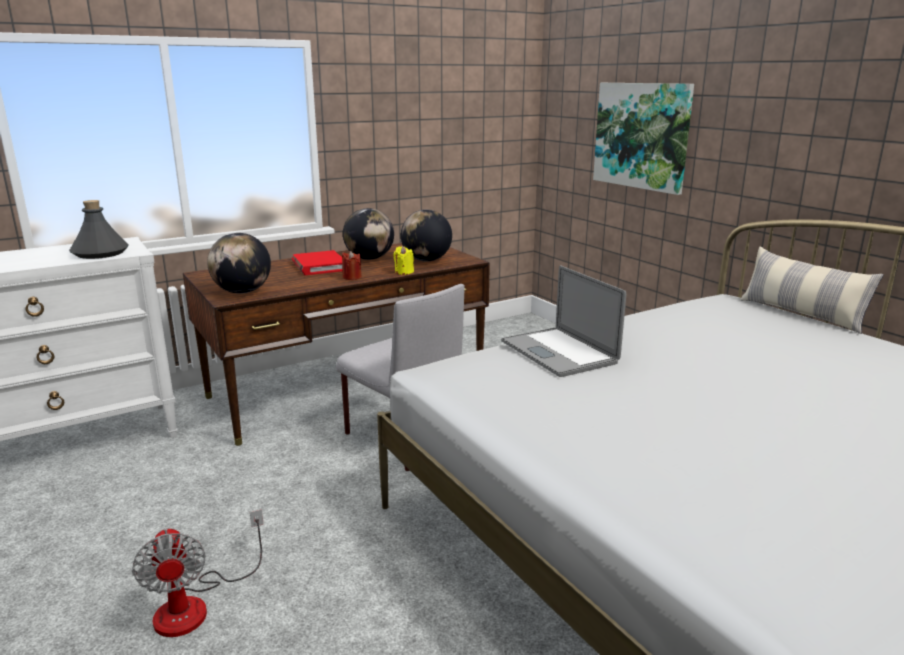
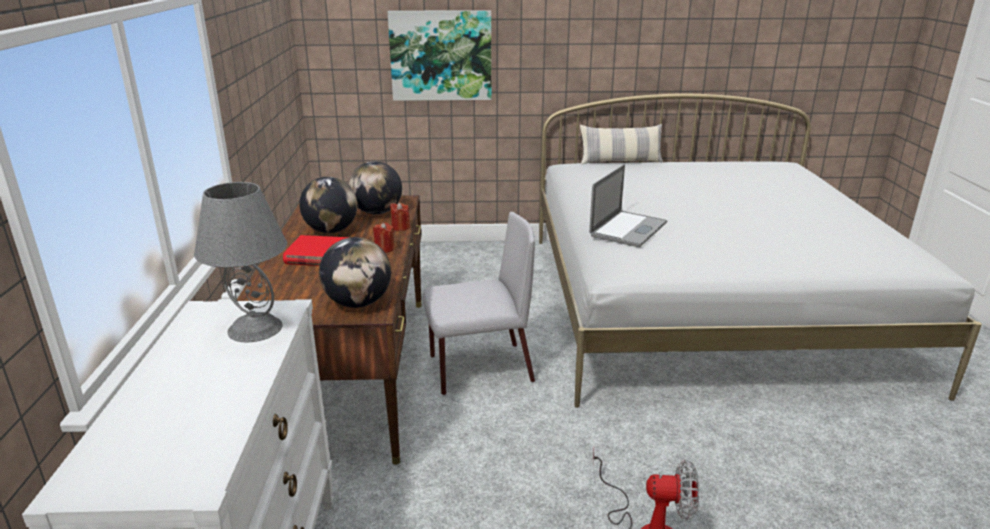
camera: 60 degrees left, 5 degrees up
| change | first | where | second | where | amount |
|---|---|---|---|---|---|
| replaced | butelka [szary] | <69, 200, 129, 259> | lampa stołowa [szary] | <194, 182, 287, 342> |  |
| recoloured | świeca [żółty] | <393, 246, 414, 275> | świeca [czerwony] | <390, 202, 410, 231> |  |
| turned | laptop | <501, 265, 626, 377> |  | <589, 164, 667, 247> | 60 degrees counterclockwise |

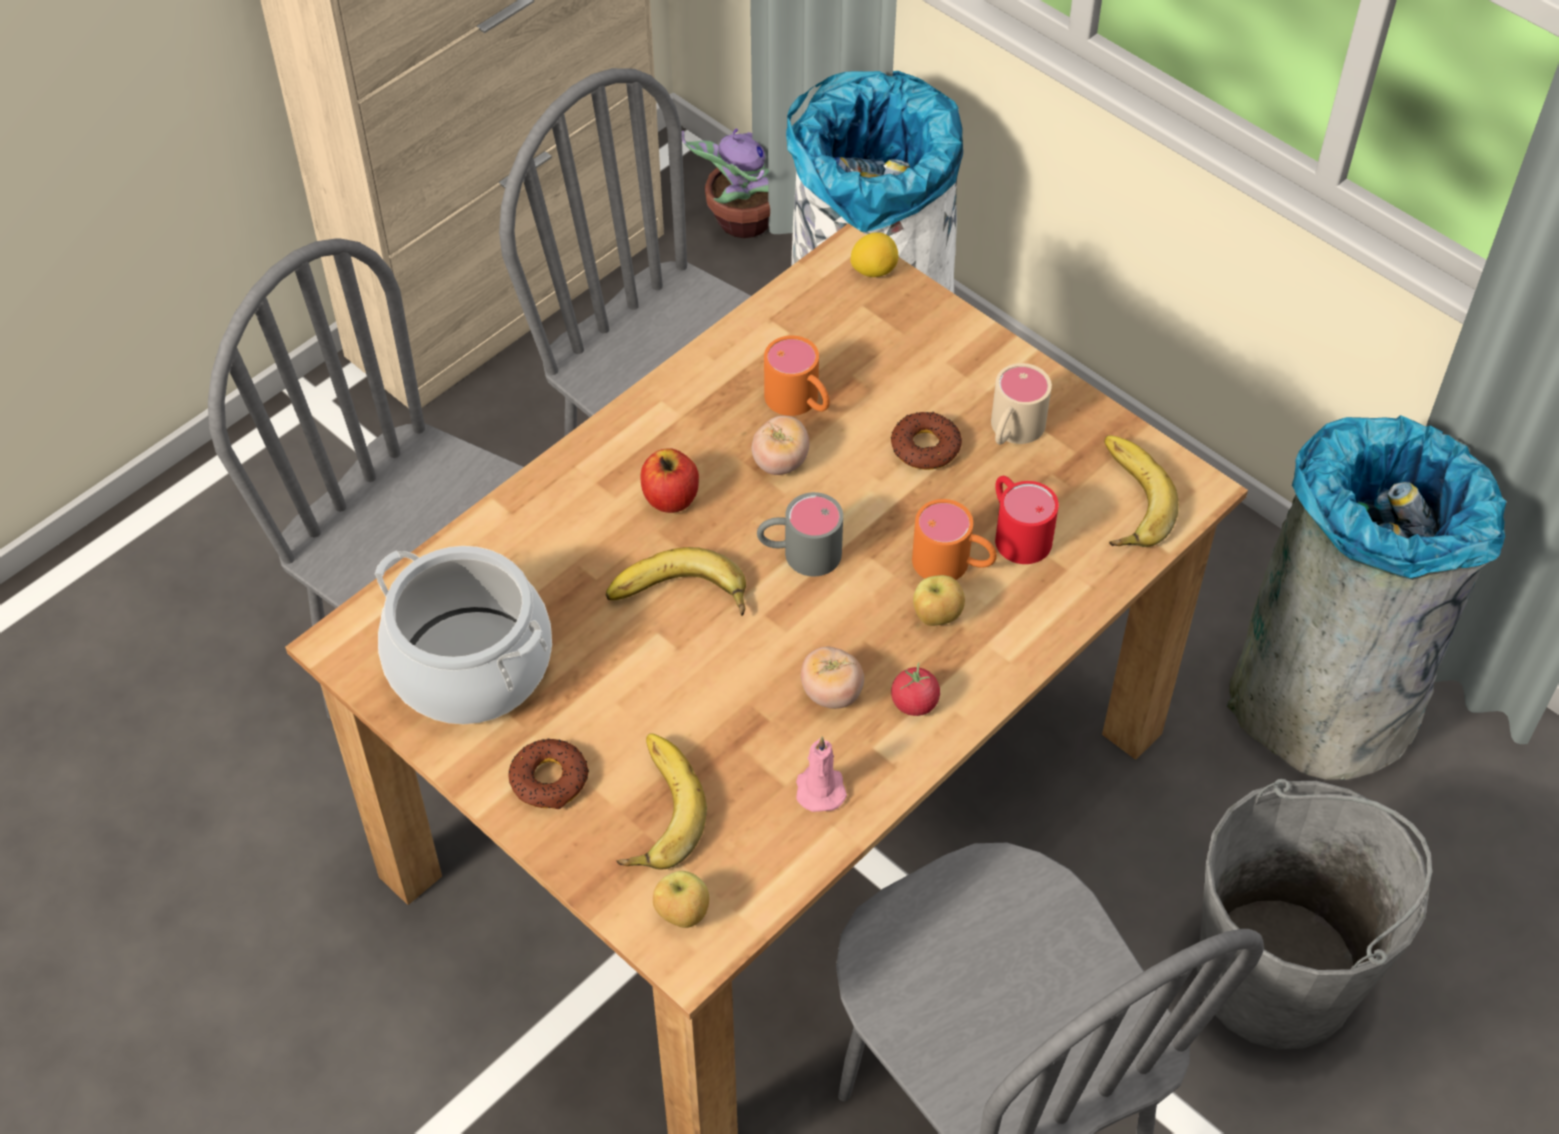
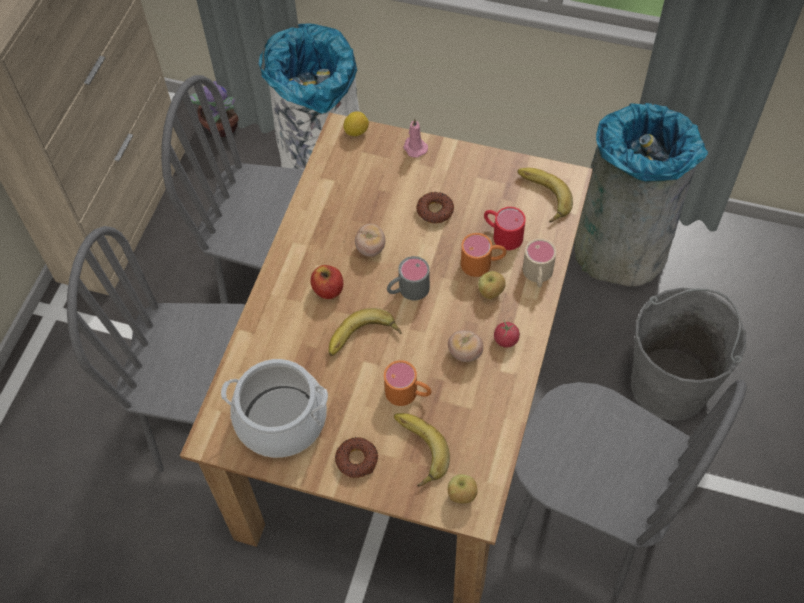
camera: 25 degrees left, 5 degrees up
| change | first | where | second | where | amount |
|---|---|---|---|---|---|
| moved | kubek [pomarańczowy] | <764, 336, 830, 416> |  | <384, 360, 431, 406> |  |
| moved | świeca [różowy] | <796, 736, 847, 812> |  | <403, 118, 428, 158> |  |
| moved | kubek [beżowy] | <991, 363, 1052, 445> |  | <523, 239, 556, 288> |  |

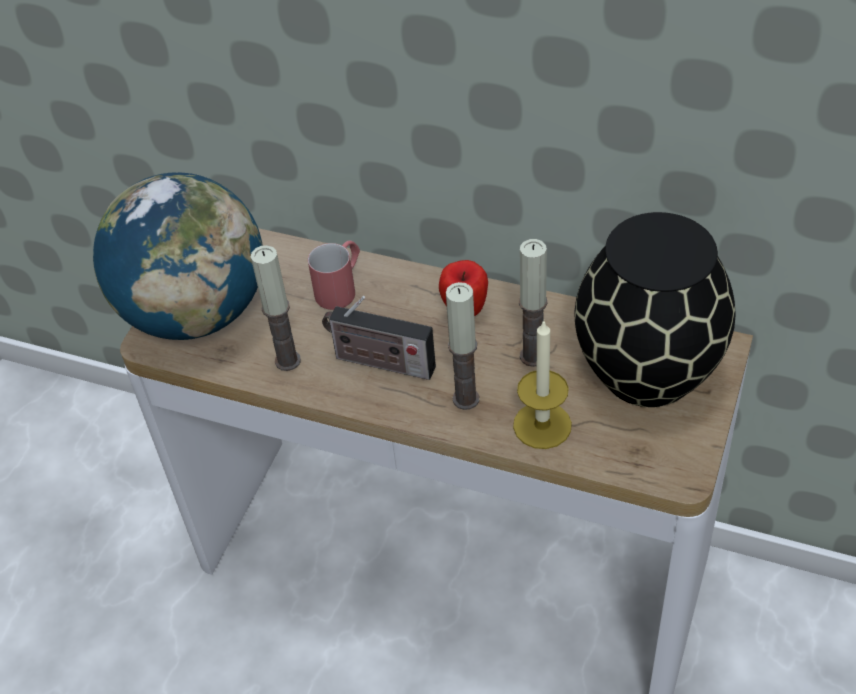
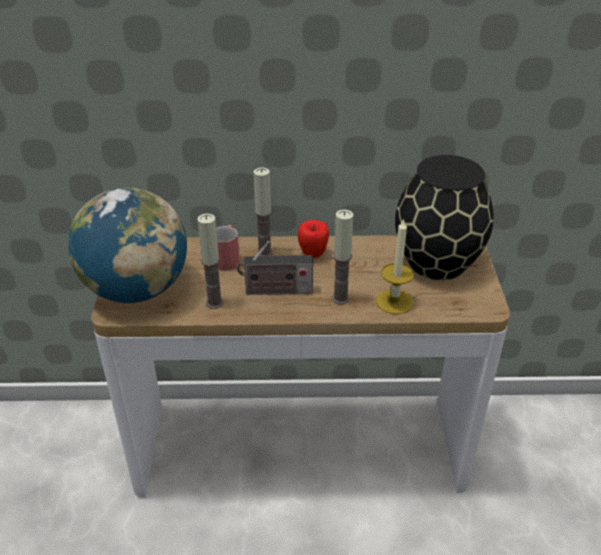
camera: 25 degrees left, 10 degrees down
| change | first | where | second | where | amount |
|---|---|---|---|---|---|
| moved | świeca | <519, 239, 548, 367> |  | <253, 167, 273, 256> |  |

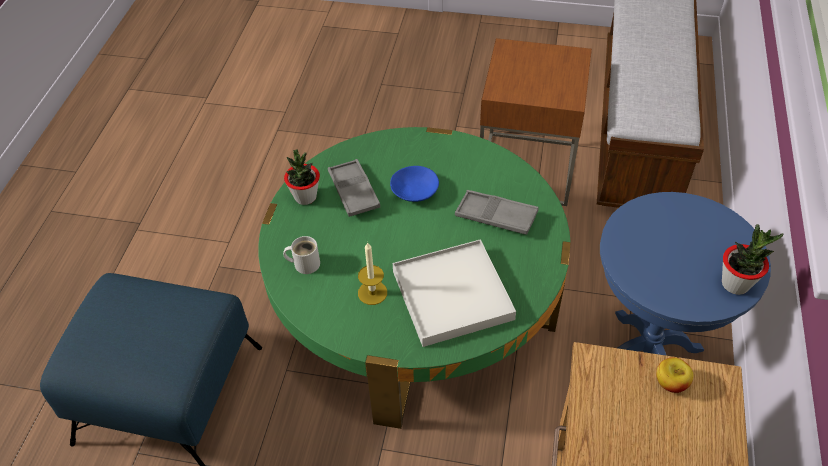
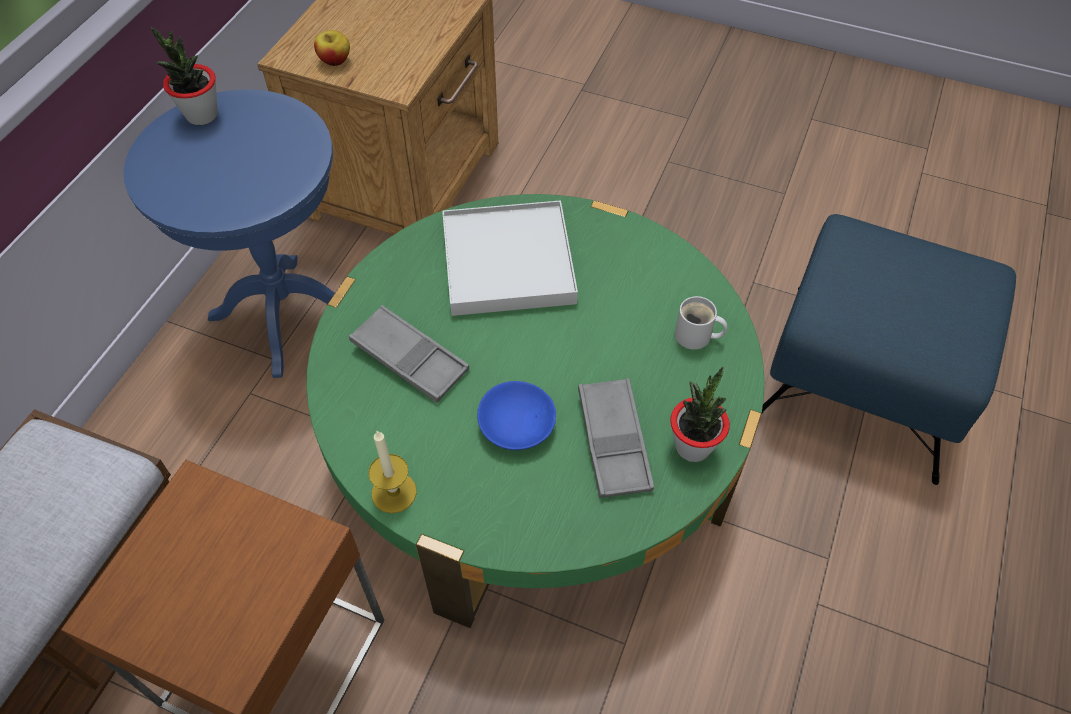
camera: 170 degrees left, 5 degrees up
| change | first | where | second | where | amount |
|---|---|---|---|---|---|
| moved | świeca | <358, 242, 387, 305> |  | <368, 431, 417, 513> |  |

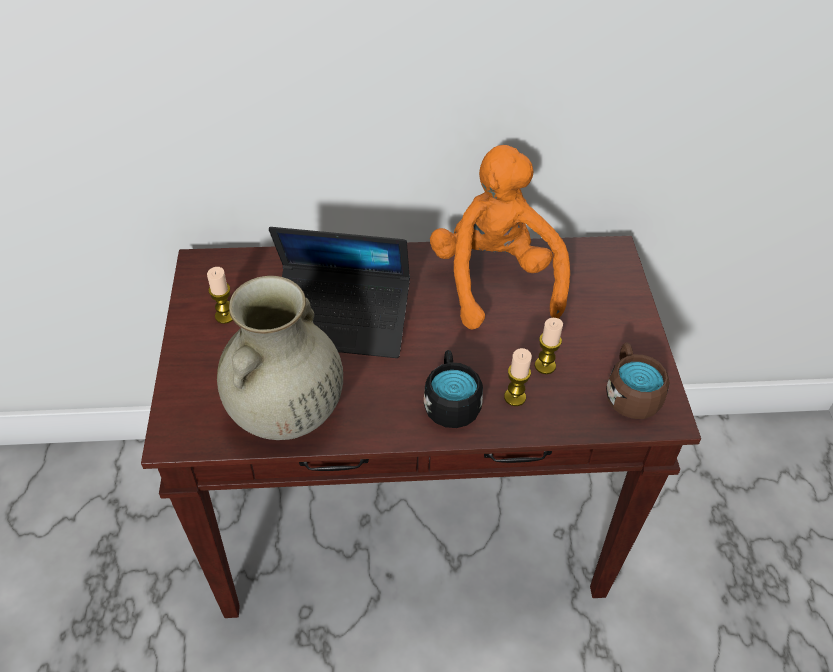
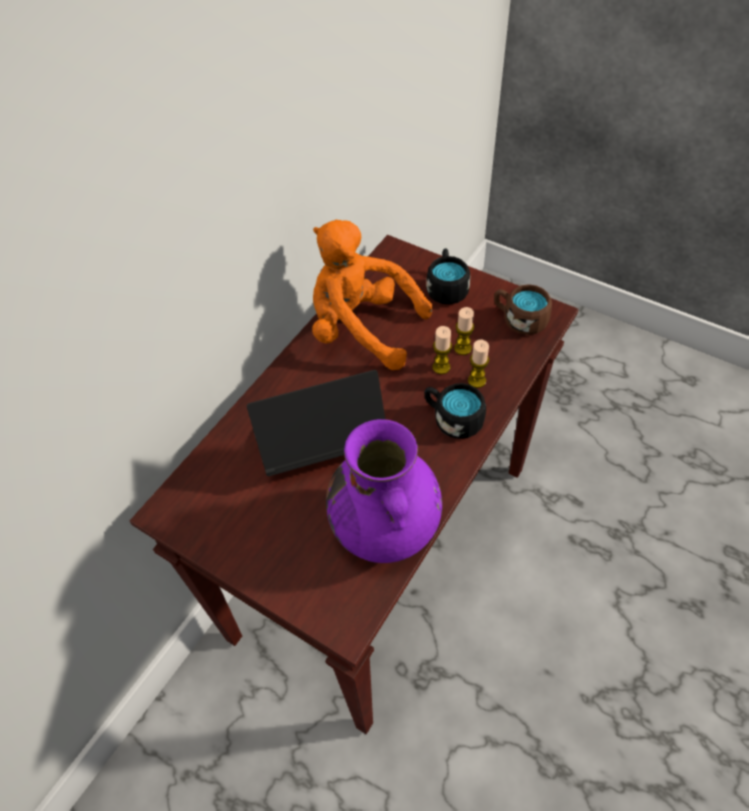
camera: 50 degrees left, 5 degrees up
| change | first | where | second | where | amount |
|---|---|---|---|---|---|
| added |  |  | kubek [czarny] | <426, 248, 470, 304> |  |
| moved | świeca | <207, 267, 233, 324> |  | <432, 326, 452, 374> |  |
| recoloured | wazon [beżowy] | <217, 276, 343, 440> | wazon [fioletowy] | <326, 419, 442, 563> |  |
| turned | laptop | <269, 227, 410, 358> |  | <247, 370, 385, 476> | 150 degrees counterclockwise |

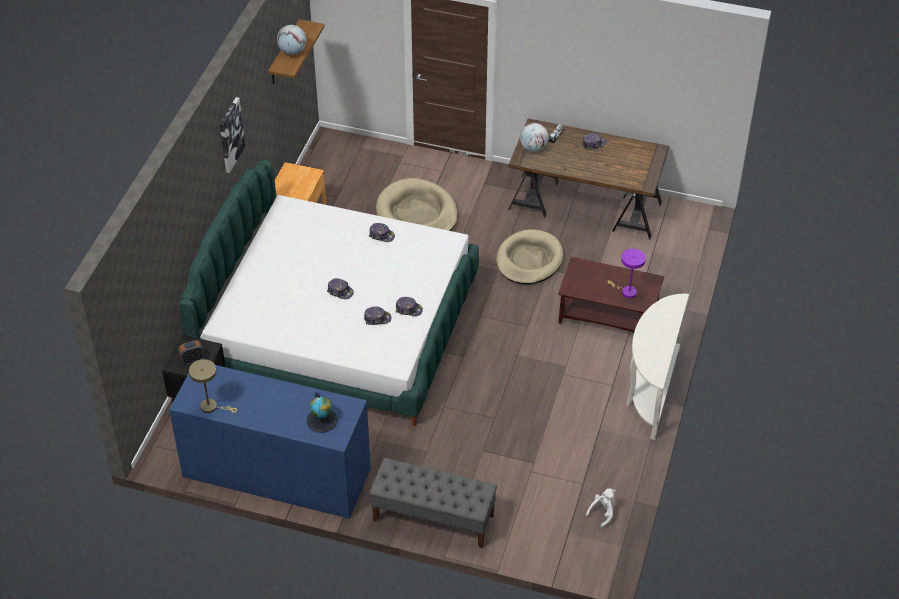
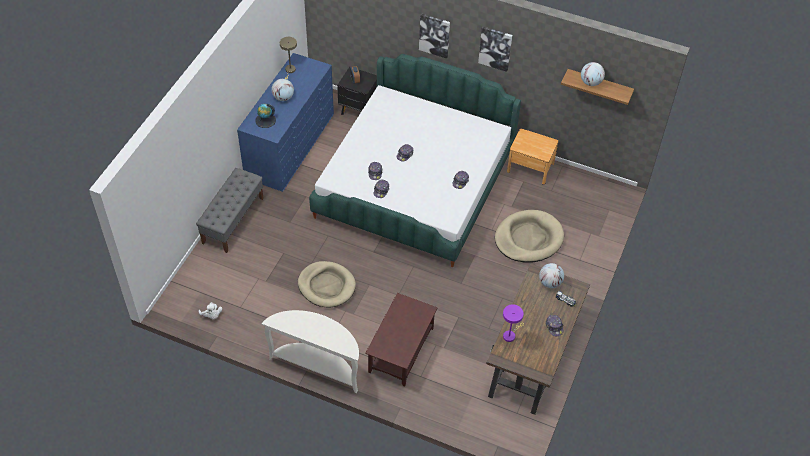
camera: 95 degrees right, 5 degrees up
| change | first | where | second | where | amount |
|---|---|---|---|---|---|
| added |  |  | globus | <271, 79, 294, 101> |  |
| added |  |  | obraz | <419, 14, 450, 59> |  |
| moved | legowisko [beżowy] | <496, 230, 563, 285> |  | <298, 261, 356, 307> |  |
| moved | lampa stołowa [fioletowy] | <607, 249, 646, 298> |  | <503, 304, 524, 342> |  |

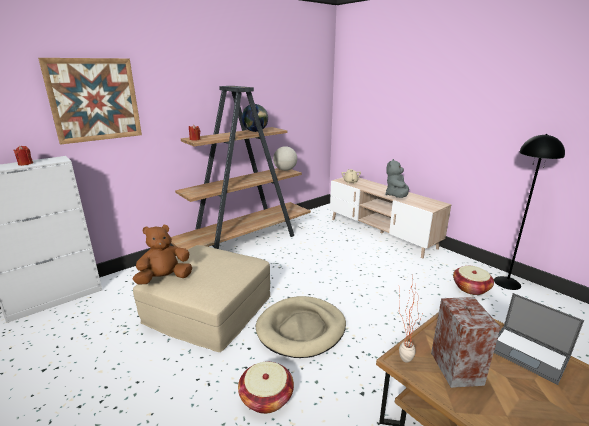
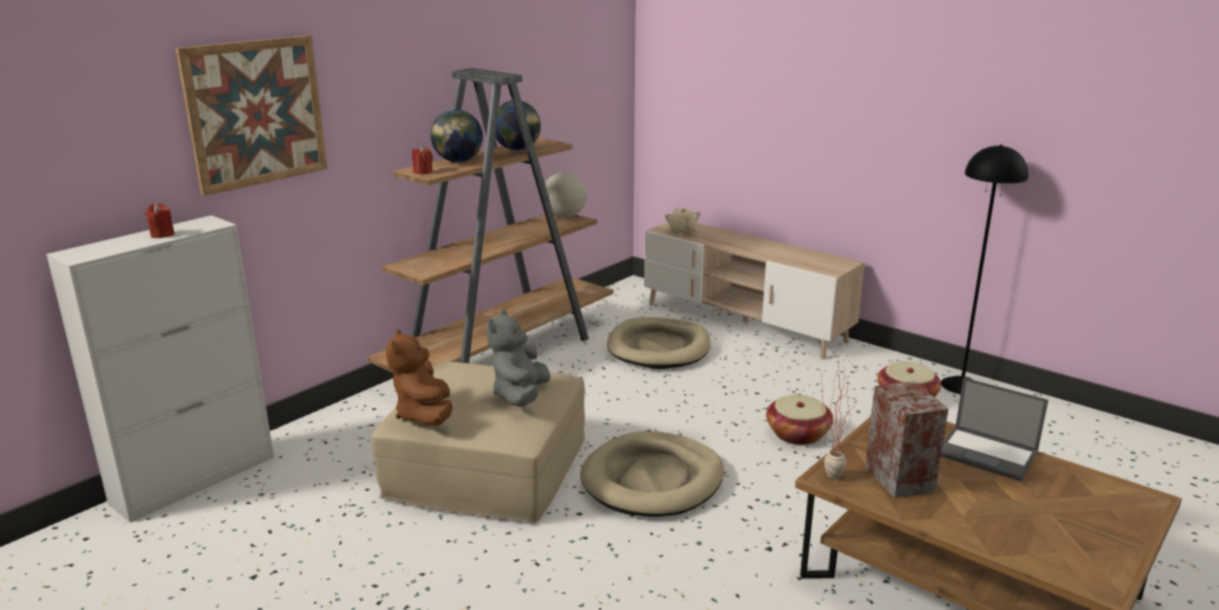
camera: 10 degrees left, 0 degrees up
| change | first | where | second | where | amount |
|---|---|---|---|---|---|
| added |  |  | globus | <431, 110, 483, 163> |  |
| added |  |  | legowisko [beżowy] | <607, 317, 711, 369> |  |
| moved | koszyk | <238, 362, 294, 414> |  | <766, 395, 833, 445> |  |
| moved | pluszak [szary] | <385, 159, 409, 198> |  | <486, 310, 551, 407> |  |
| turned | pluszak [brązowy] | <133, 225, 192, 285> |  | <386, 329, 452, 426> | 60 degrees counterclockwise |

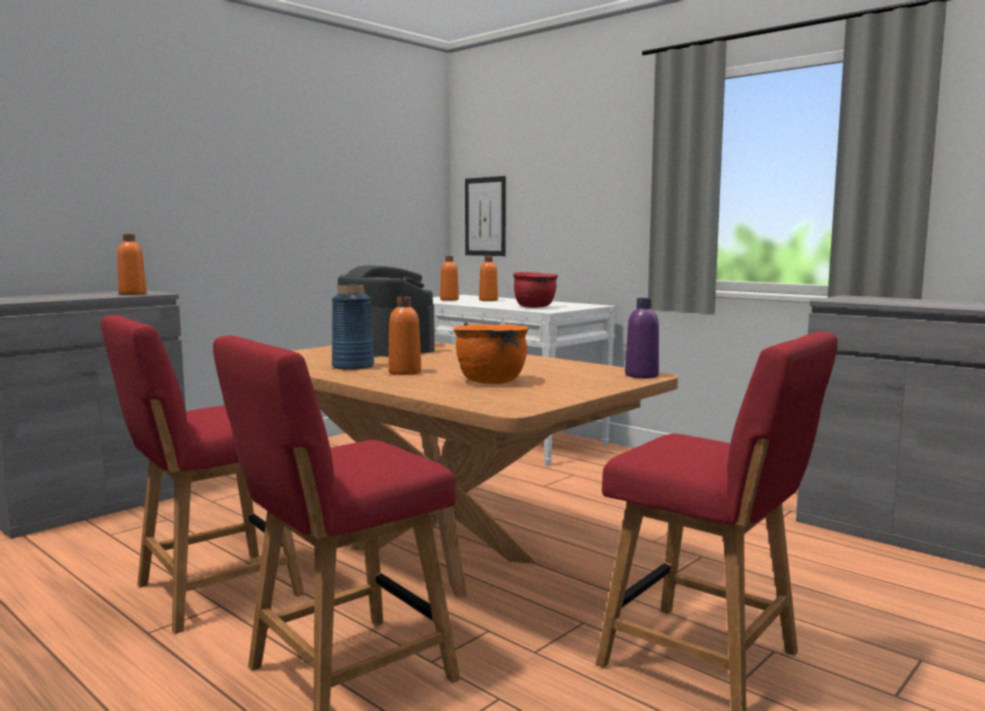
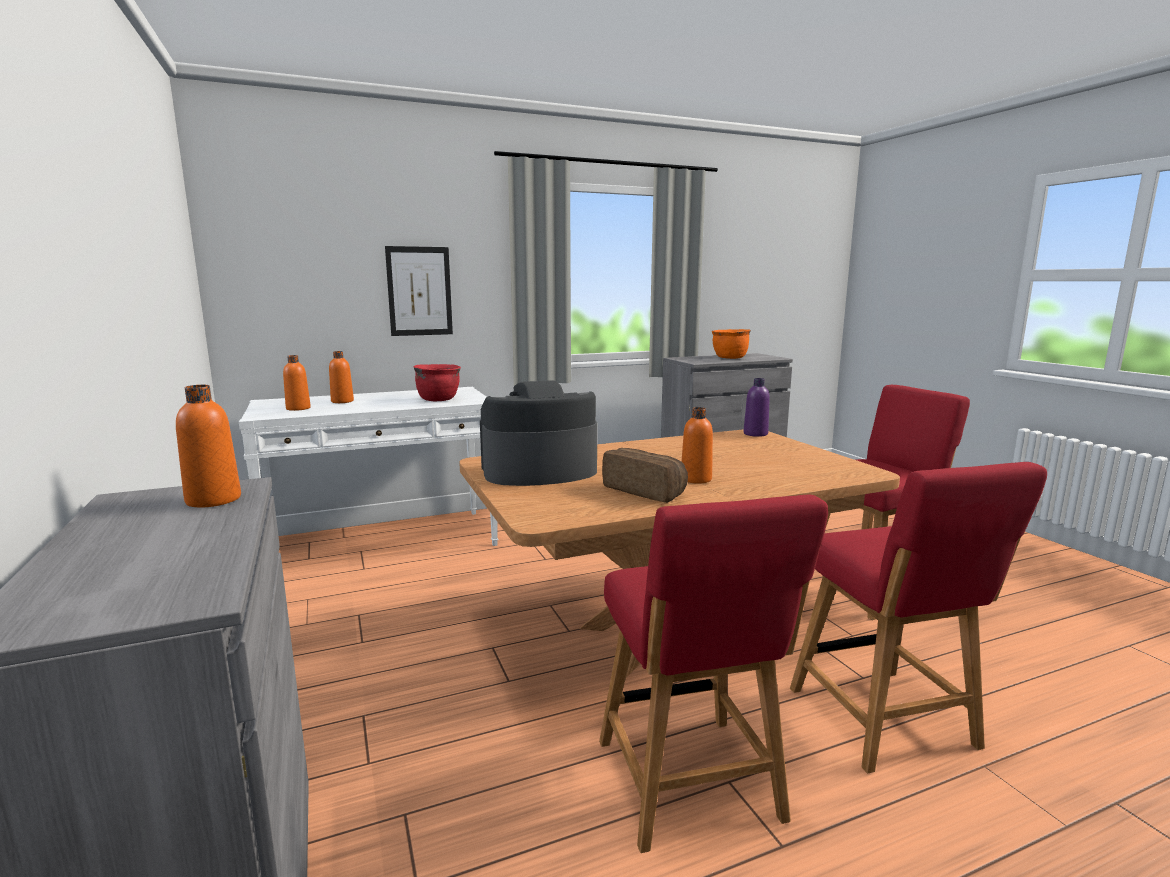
camera: 65 degrees left, 5 degrees up
| change | first | where | second | where | amount |
|---|---|---|---|---|---|
| moved | garnek [pomarańczowy] | <453, 324, 529, 384> |  | <712, 329, 751, 359> |  |
| moved | obraz | <465, 176, 506, 256> |  | <385, 246, 453, 336> |  |
| replaced | wazon [niebieski] | <332, 285, 374, 370> | chleb | <602, 448, 688, 503> |  |

